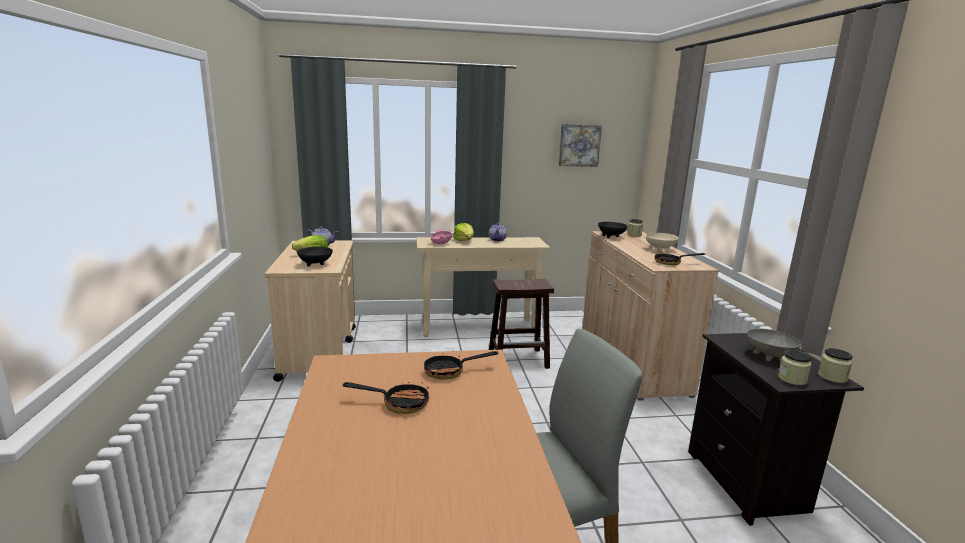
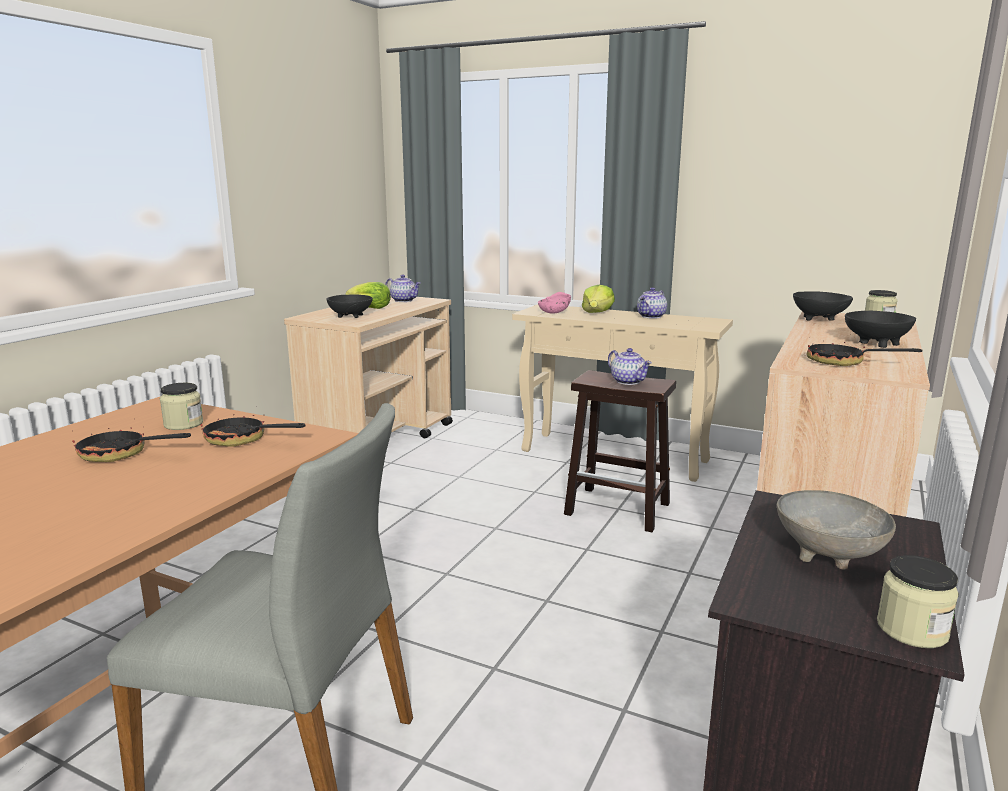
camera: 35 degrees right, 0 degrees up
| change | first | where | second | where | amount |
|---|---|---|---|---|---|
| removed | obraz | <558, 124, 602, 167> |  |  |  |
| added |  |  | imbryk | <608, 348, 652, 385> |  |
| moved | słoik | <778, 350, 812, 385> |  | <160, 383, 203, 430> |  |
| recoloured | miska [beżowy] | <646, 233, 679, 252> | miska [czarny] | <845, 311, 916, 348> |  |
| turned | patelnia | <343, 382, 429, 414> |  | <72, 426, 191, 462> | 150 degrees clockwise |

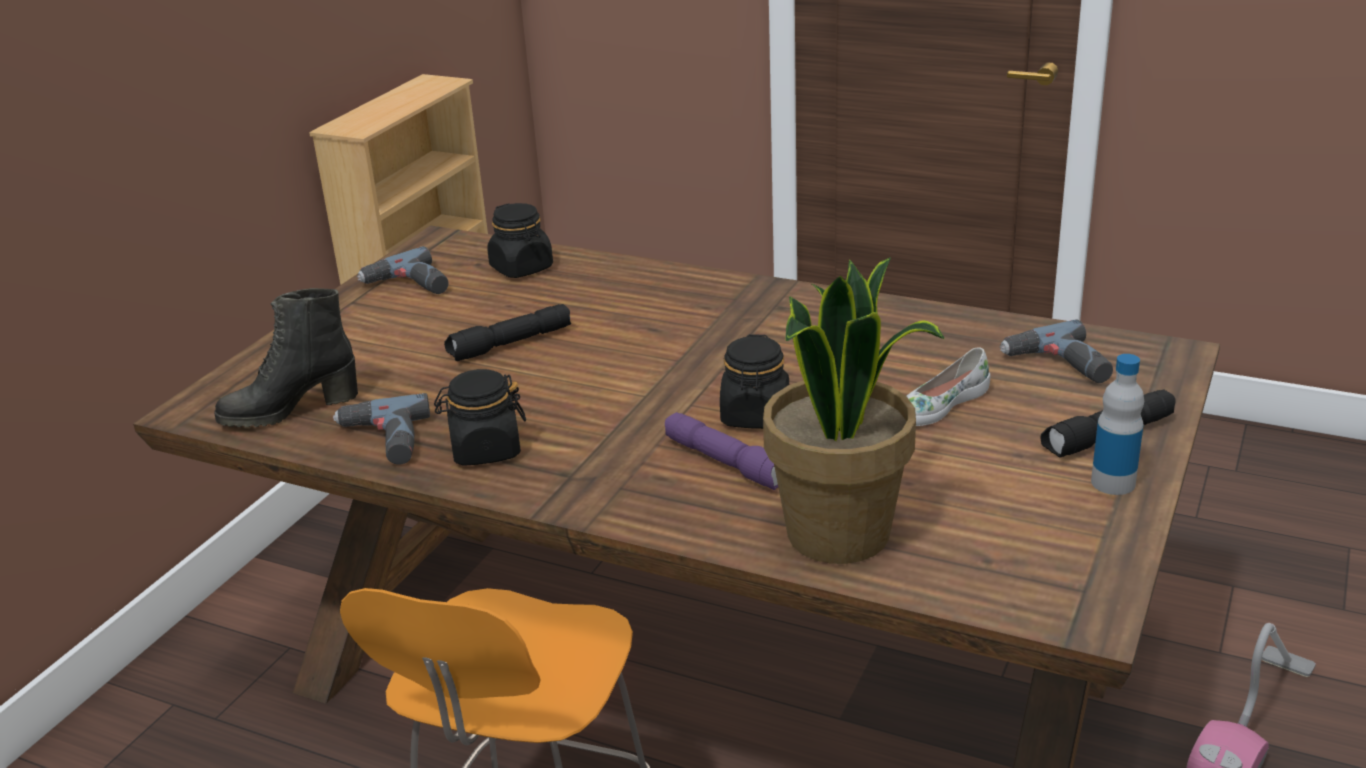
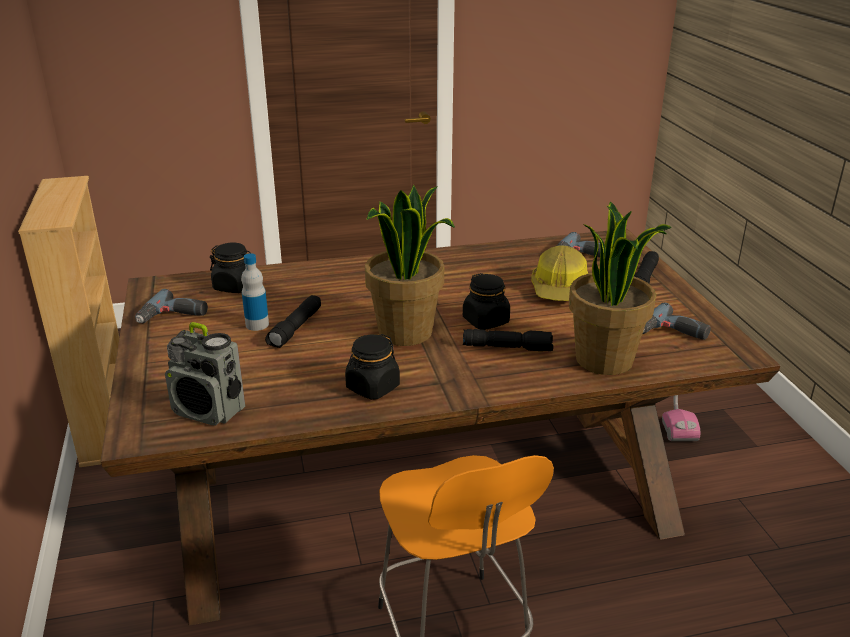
camera: 40 degrees left, 0 degrees up
| change | first | where | second | where | amount |
|---|---|---|---|---|---|
| added |  |  | roślina doniczkowa | <365, 185, 455, 346> |  |
| moved | wiertarka | <333, 393, 430, 465> |  | <643, 302, 711, 340> |  |
| moved | butelka | <1091, 354, 1144, 495> |  | <241, 253, 269, 331> |  |
| replaced | but z cholewką [czarny] | <214, 288, 358, 427> | radio | <165, 322, 245, 425> |  |
| replaced | but [biały] | <907, 347, 990, 426> | kask | <531, 245, 589, 301> |  |
| recoloured | latarka [fioletowy] | <665, 412, 778, 490> | latarka [czarny] | <463, 329, 553, 351> |  |

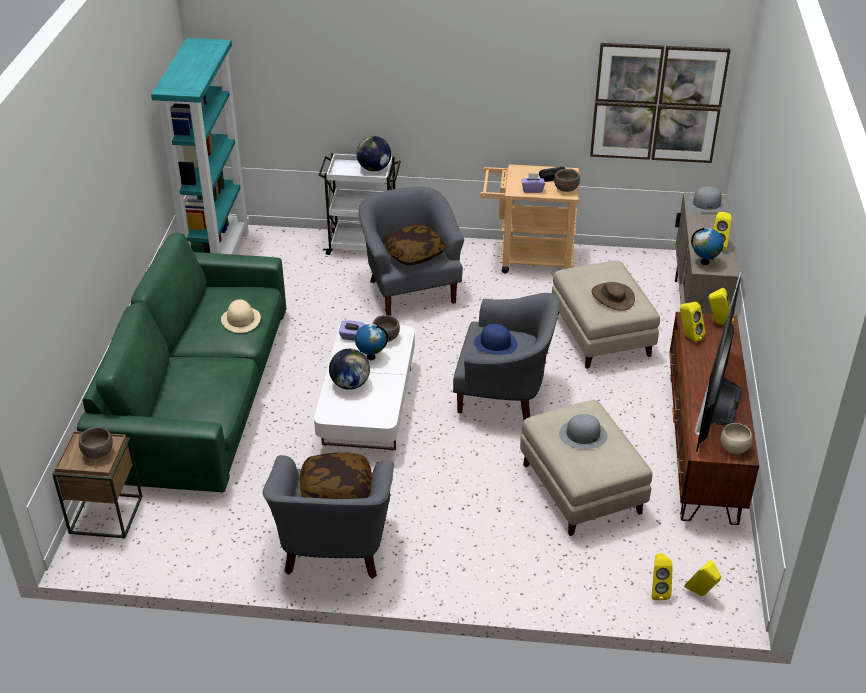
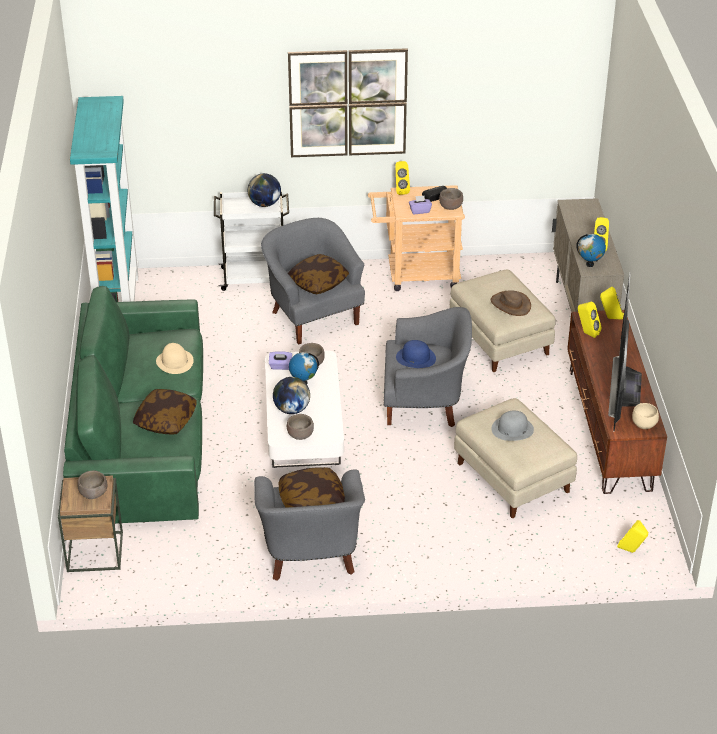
camera: 10 degrees left, 0 degrees up
| change | first | where | second | where | amount |
|---|---|---|---|---|---|
| removed | kapelusz [szary] | <687, 186, 727, 213> |  |  |  |
| added |  |  | poduszka | <133, 389, 197, 435> |  |
| added |  |  | miska [brązowy] | <287, 414, 314, 440> |  |
| moved | obraz | <590, 43, 730, 163> |  | <288, 48, 408, 157> |  |
| moved | głośnik [żółty] | <652, 553, 673, 600> |  | <395, 161, 410, 195> |  |

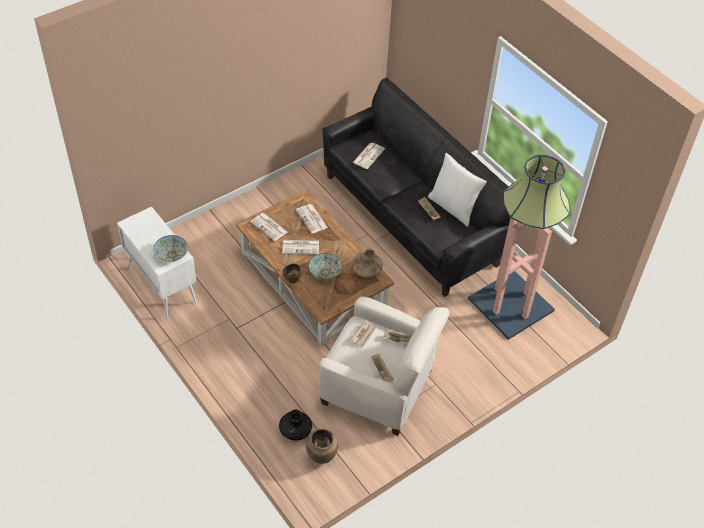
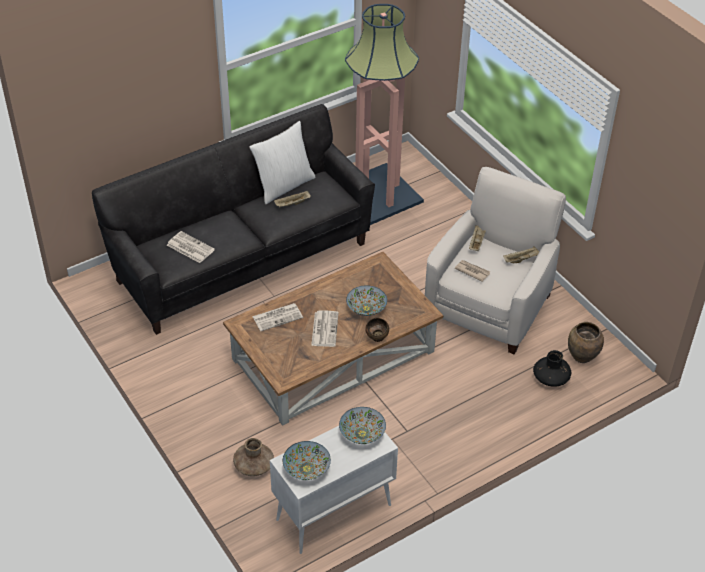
camera: 85 degrees left, 5 degrees down
| change | first | where | second | where | amount |
|---|---|---|---|---|---|
| removed | gazeta | <250, 213, 288, 241> |  |  |  |
| added |  |  | miska | <283, 441, 331, 480> |  |
| moved | wazon [brązowy] | <352, 248, 383, 278> |  | <233, 438, 274, 476> |  |

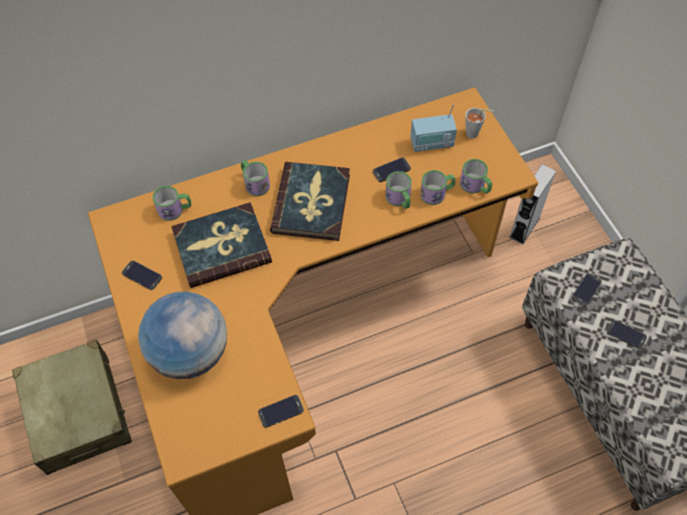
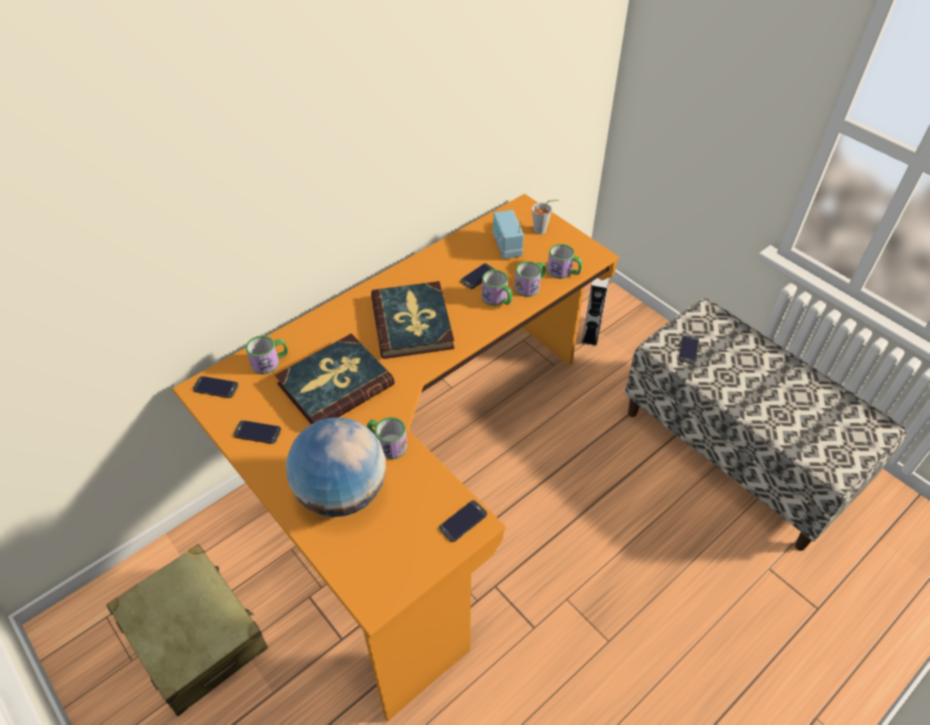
camera: 20 degrees left, 10 degrees down
| change | first | where | second | where | amount |
|---|---|---|---|---|---|
| moved | kubek | <241, 160, 270, 196> |  | <367, 417, 407, 459> |  |
| moved | telefon | <607, 320, 647, 349> |  | <193, 376, 238, 398> |  |
| turned | radio | <410, 103, 457, 152> |  | <493, 210, 524, 259> | 105 degrees clockwise |

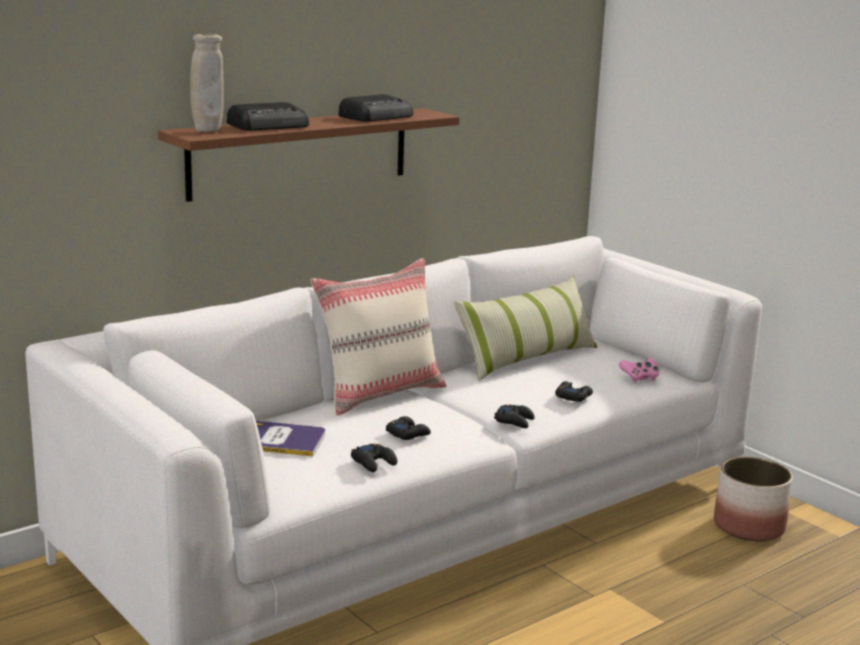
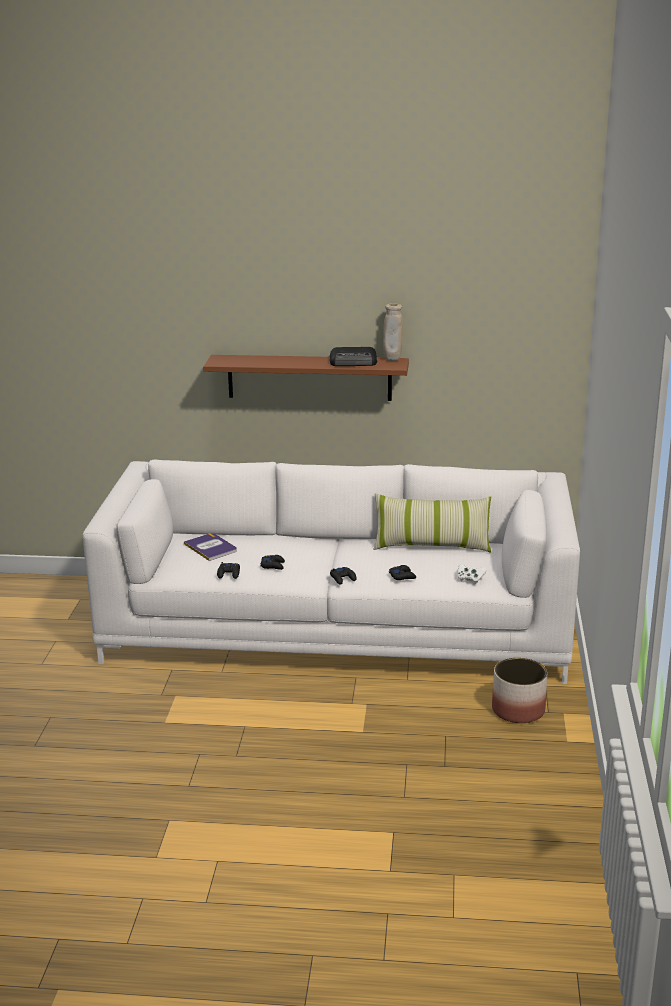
camera: 45 degrees right, 5 degrees up
| change | first | where | second | where | amount |
|---|---|---|---|---|---|
| removed | radio | <227, 102, 309, 130> |  |  |  |
| removed | poduszka [beżowy] | <311, 258, 446, 415> |  |  |  |
| moved | wazon [beżowy] | <190, 34, 224, 132> |  | <383, 303, 403, 361> |  |
| recoloured | pad do gier [różowy] | <619, 358, 659, 383> | pad do gier [biały] | <458, 564, 486, 584> |  |

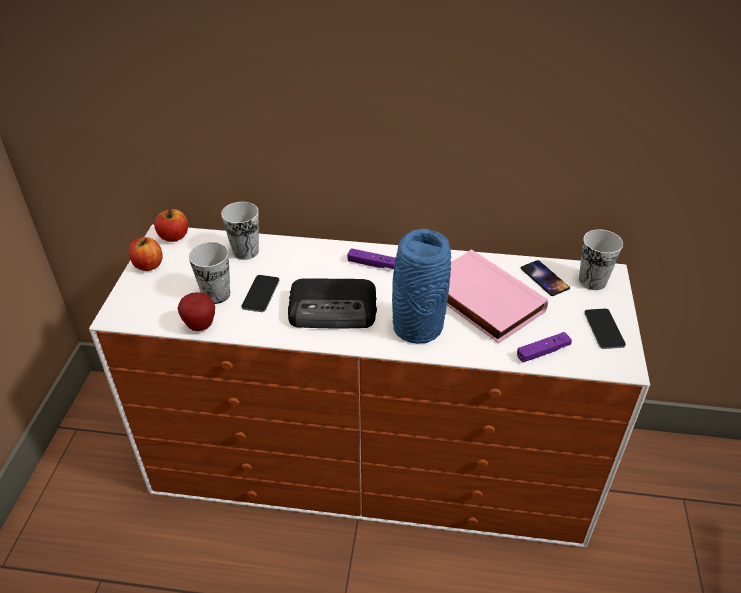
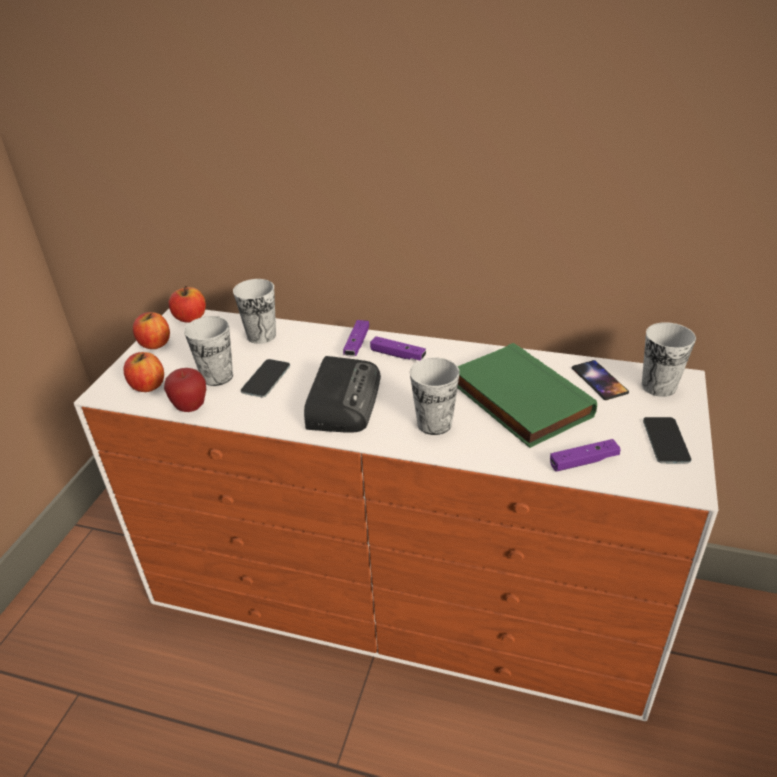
camera: 10 degrees right, 5 degrees down
| change | first | where | second | where | amount |
|---|---|---|---|---|---|
| added |  |  | jabłko | <123, 352, 164, 392> |  |
| added |  |  | pad do gier [fioletowy] | <343, 320, 369, 357> |  |
| replaced | wazon [niebieski] | <392, 229, 451, 344> | filiżanka | <410, 358, 460, 435> |  |
| recoloured | książka [różowy] | <447, 249, 548, 343> | książka [zielony] | <457, 343, 597, 448> |  |
| turned | radio | <288, 278, 377, 328> |  | <304, 356, 381, 433> | 90 degrees counterclockwise |

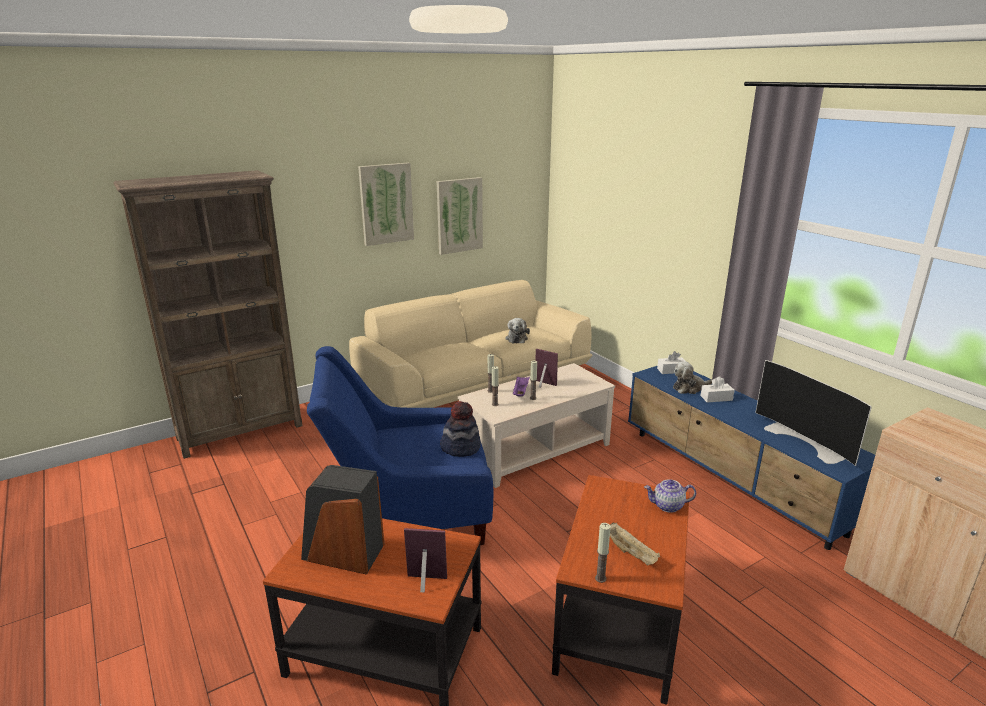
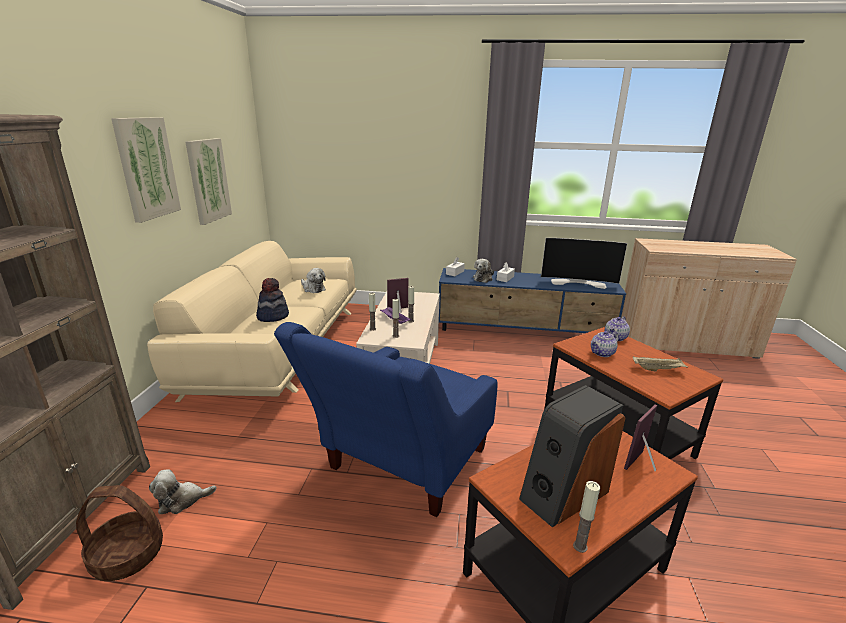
camera: 50 degrees left, 0 degrees up
| change | first | where | second | where | amount |
|---|---|---|---|---|---|
| added |  |  | koszyk | <76, 485, 163, 581> |  |
| added |  |  | pluszak | <149, 469, 217, 514> |  |
| added |  |  | imbryk | <591, 331, 619, 357> |  |
| moved | kapelusz | <440, 401, 481, 457> |  | <256, 278, 289, 322> |  |
| moved | świeca | <595, 523, 611, 583> |  | <573, 481, 600, 553> |  |

